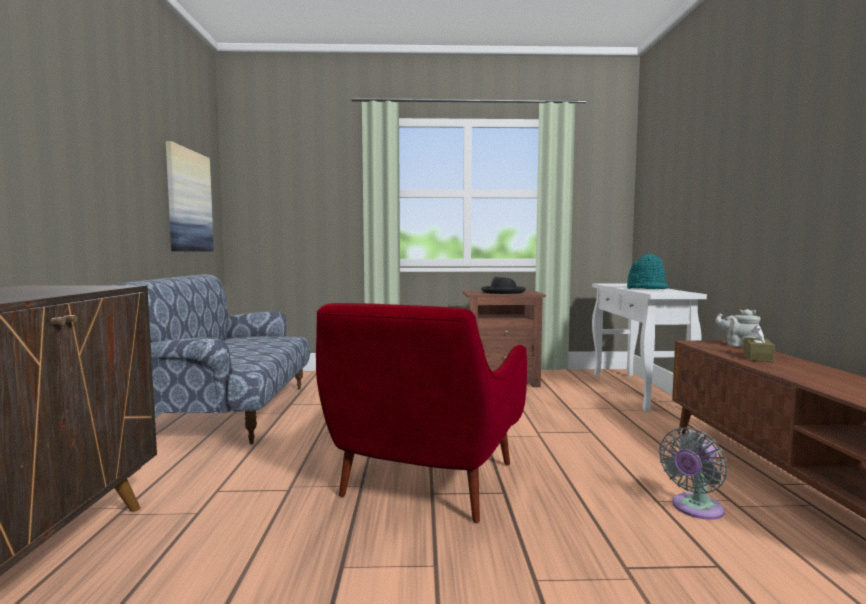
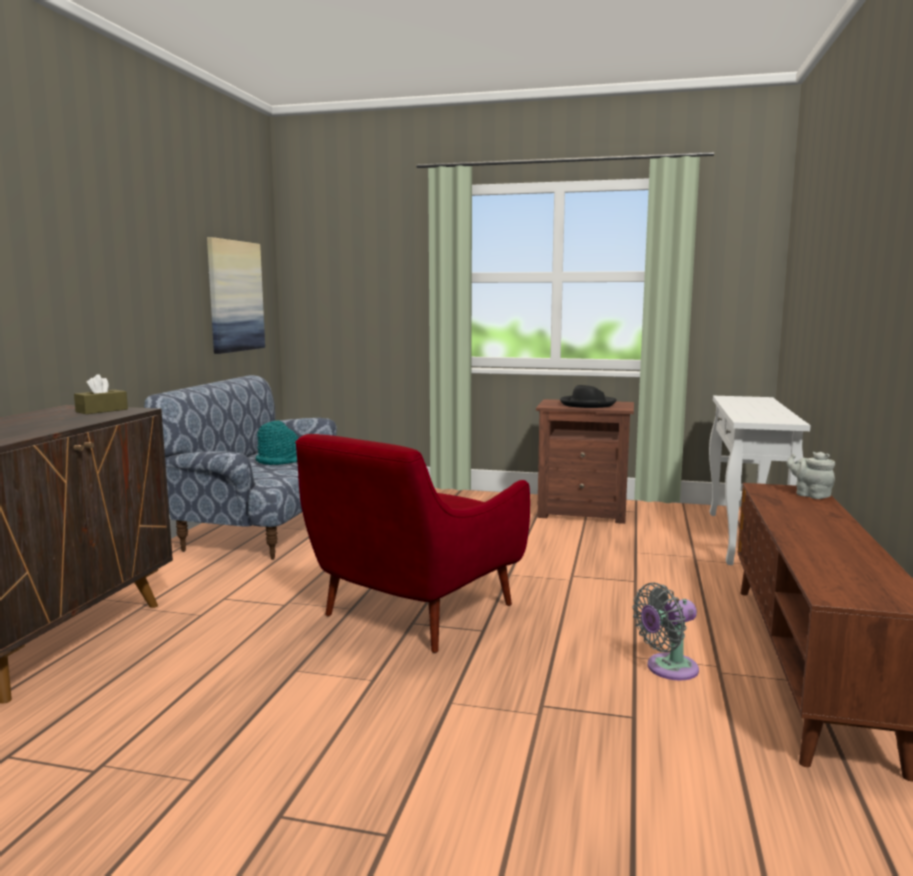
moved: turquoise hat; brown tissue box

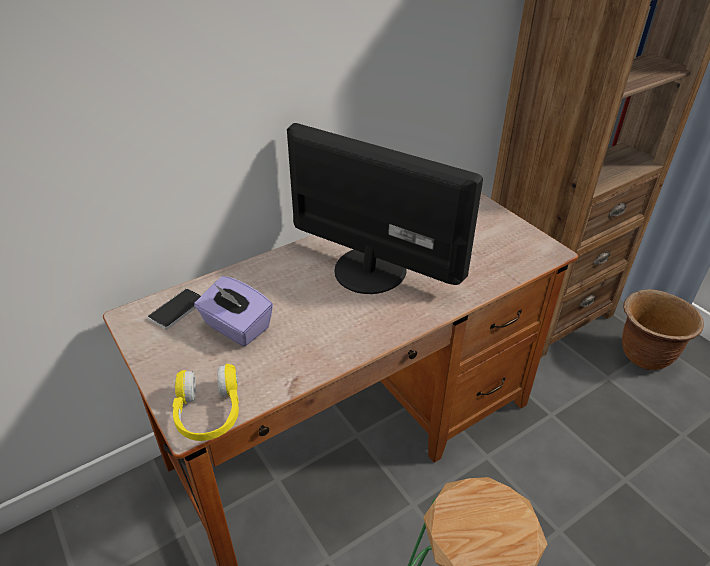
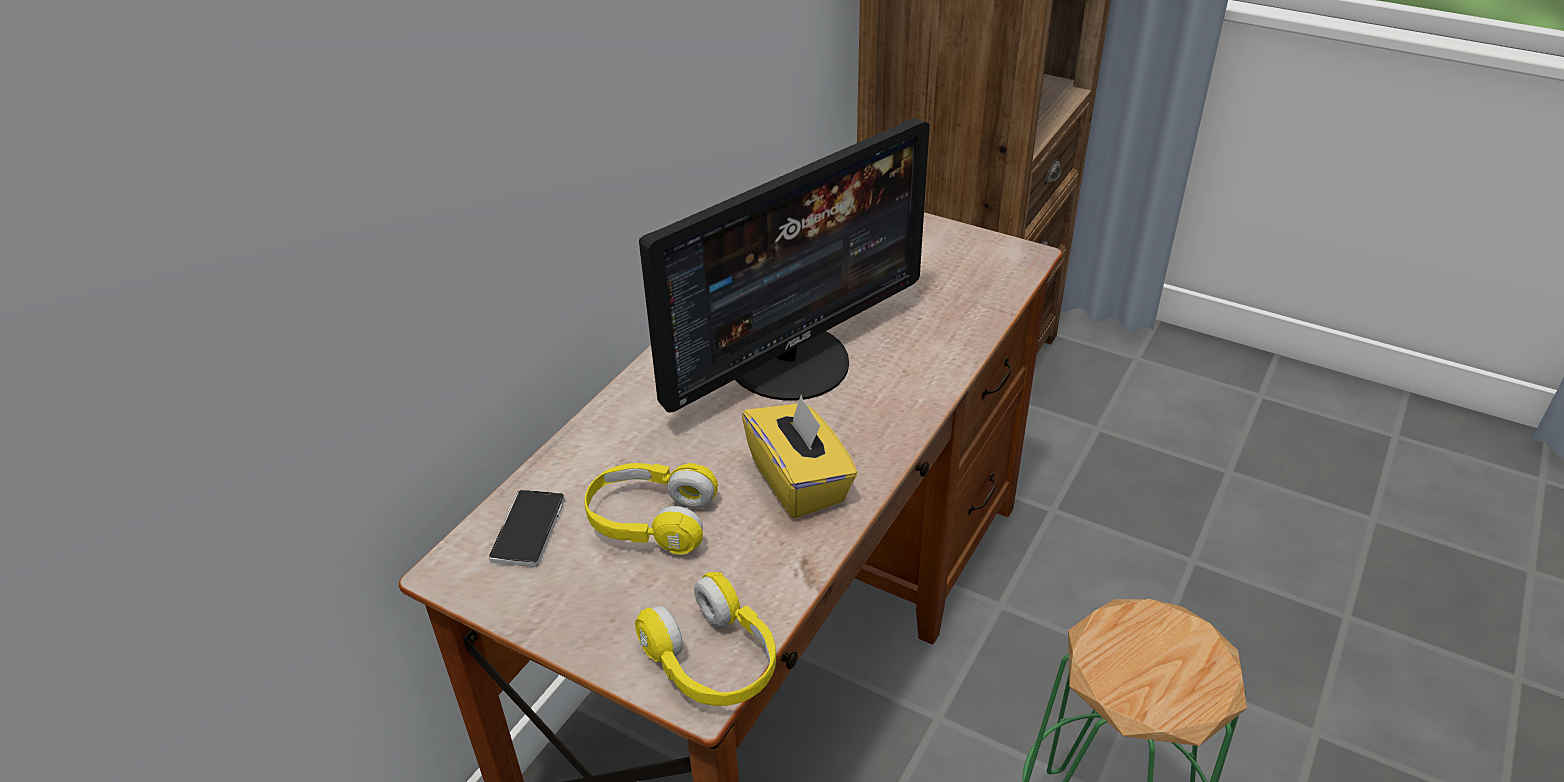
removed: brown planter
added: yellow tissue box
replaced: purple tissue box to yellow headphones (1st from left)
turned: monitor 135 degrees clockwise

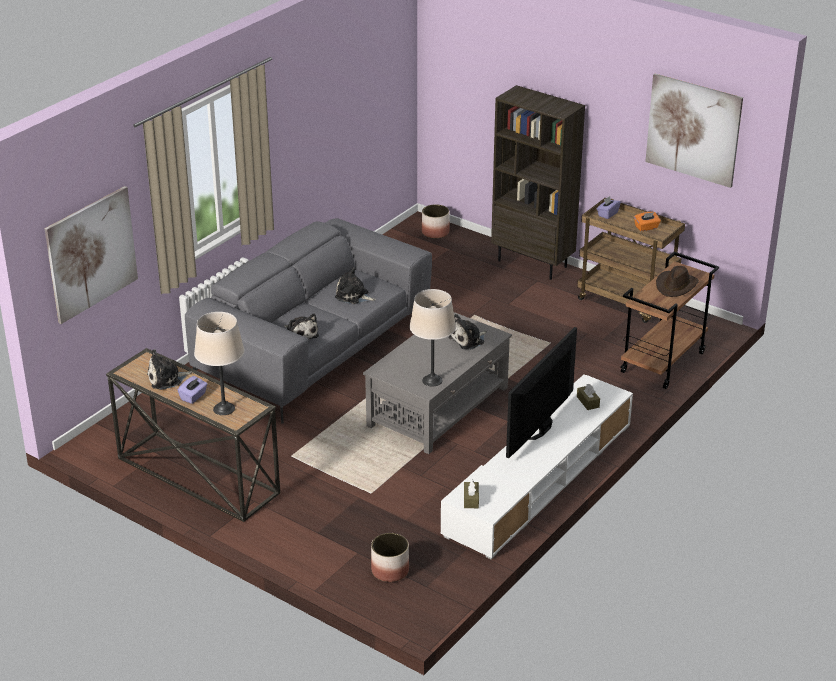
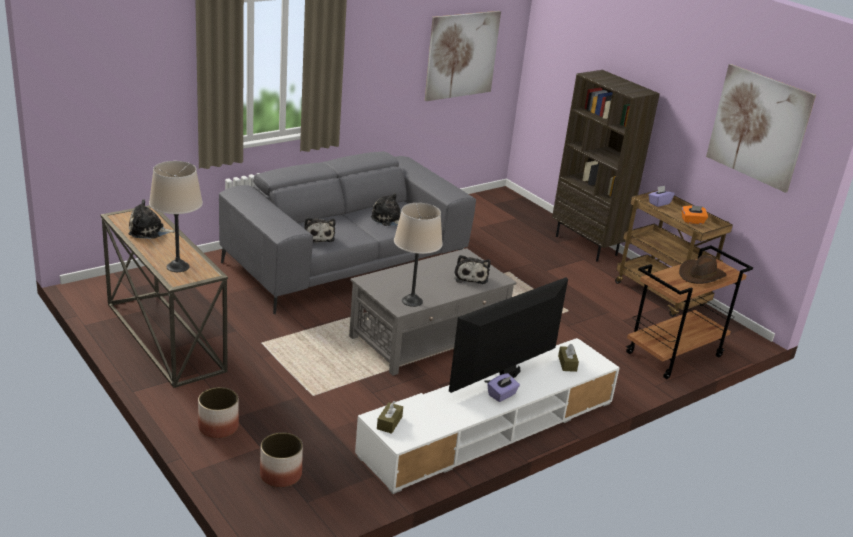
moved: picture (1st from left); purple tissue box (1st from left); planter (2nd from left in the first image) to planter (1st from left)
turned: plush toy (4th from left) 75 degrees counterclockwise

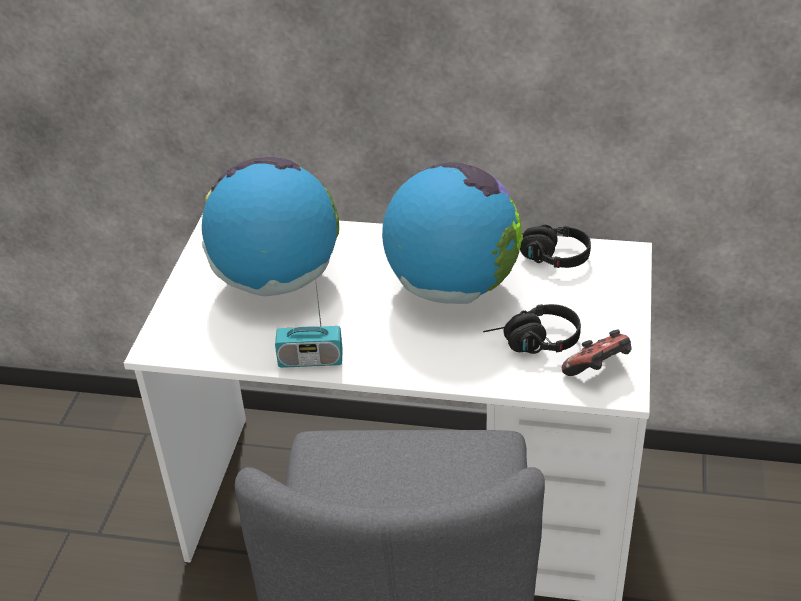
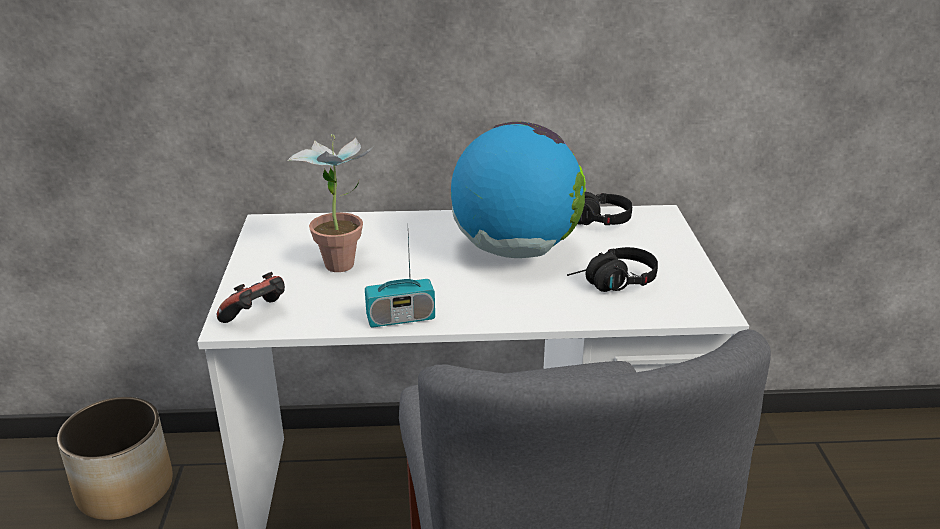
added: planter
moved: game controller
replaced: globe (1st from left) to potted plant

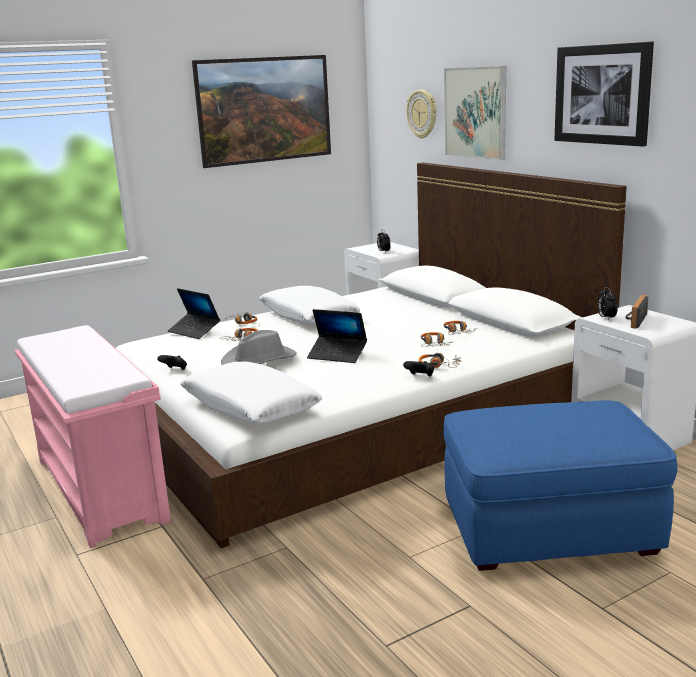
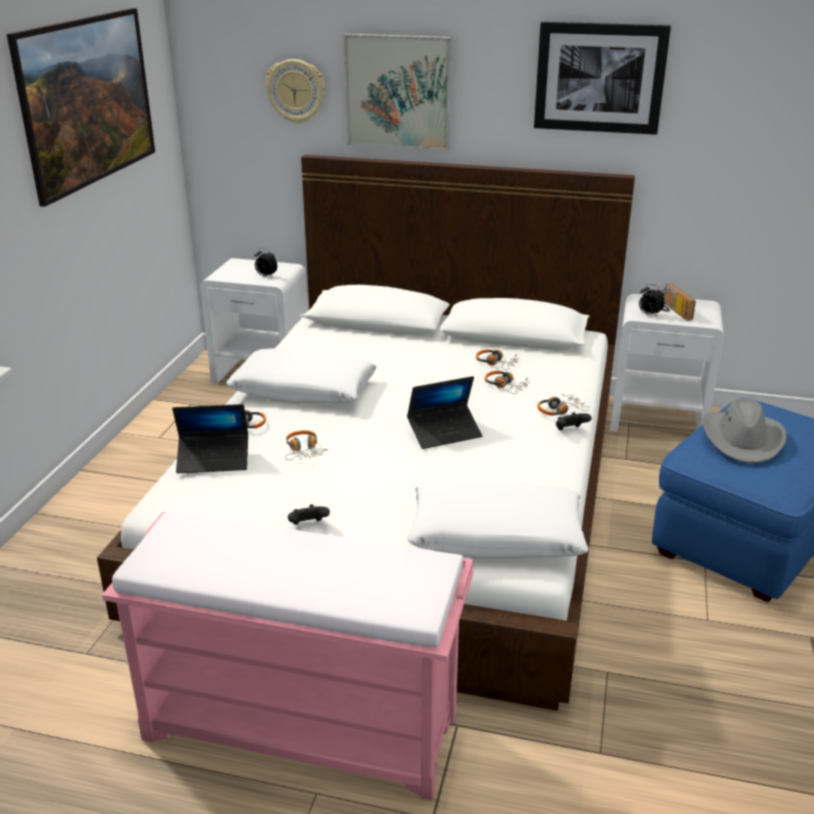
moved: grey hat

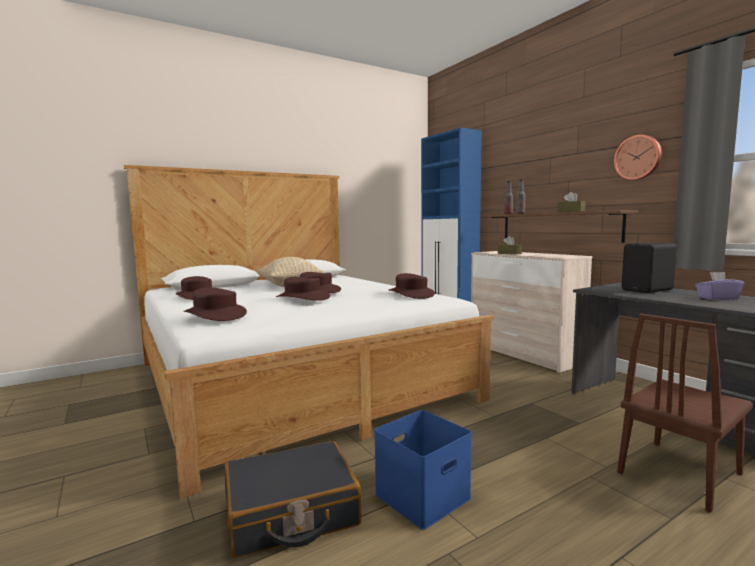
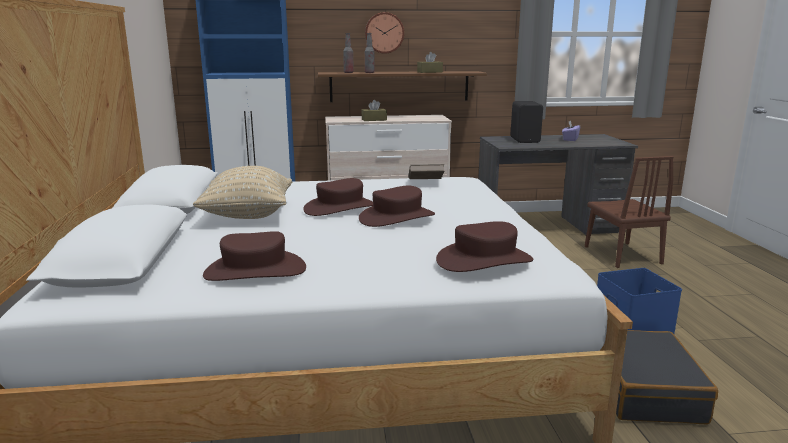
moved: wall clock
replaced: brown hat (5th from left) to brown book

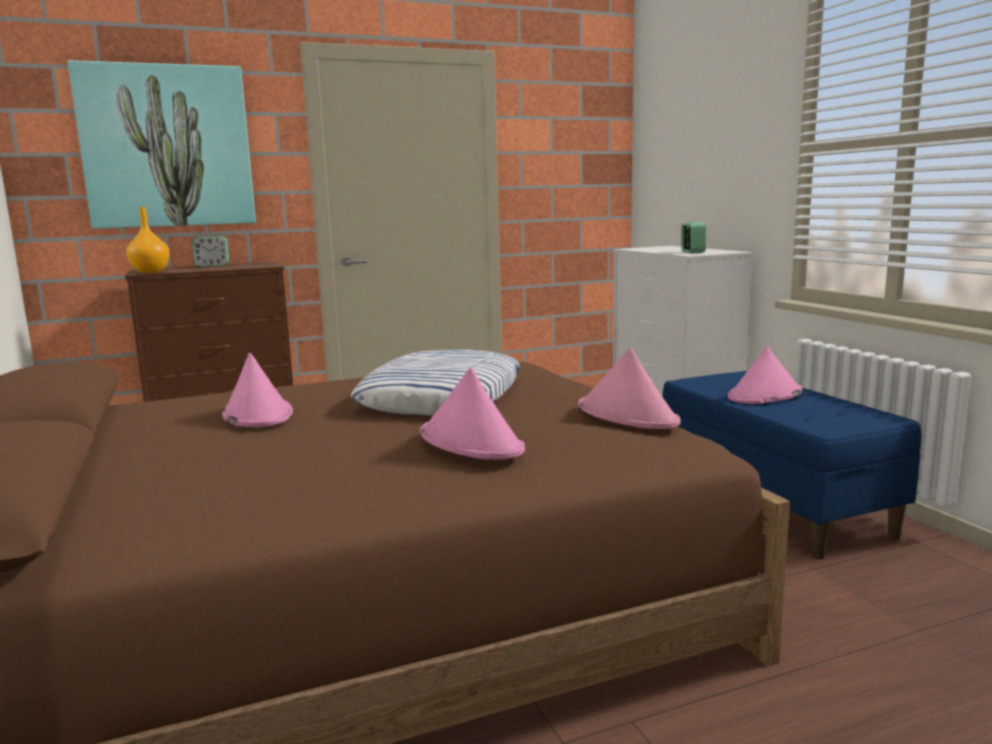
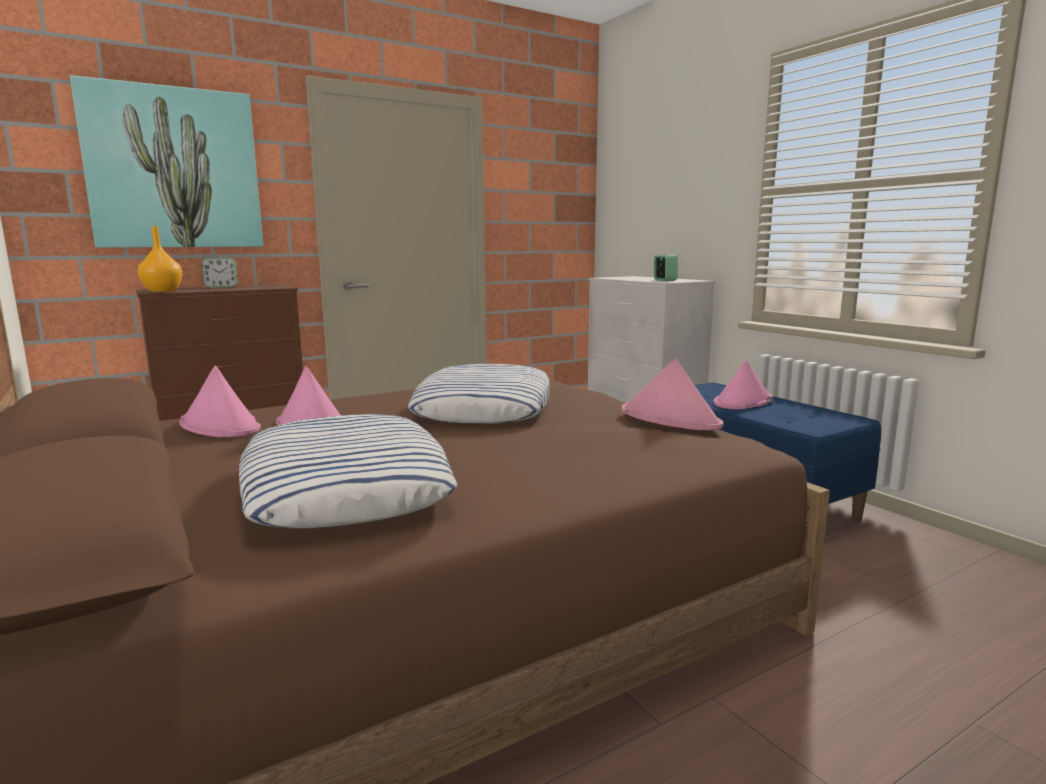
added: pillow (1st from left)
moved: pink hat (2nd from left in the first image) to pink hat (1st from left)

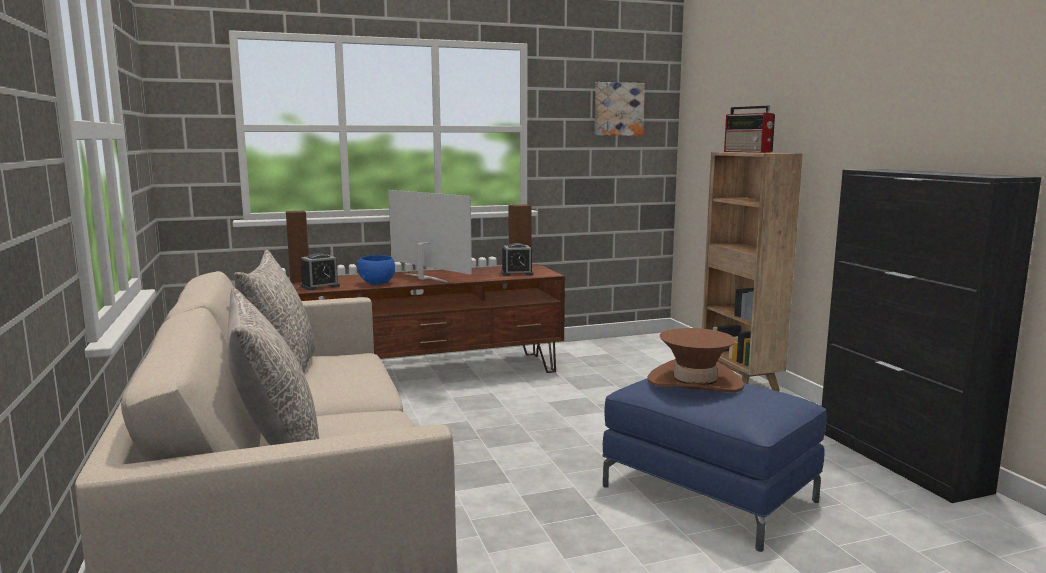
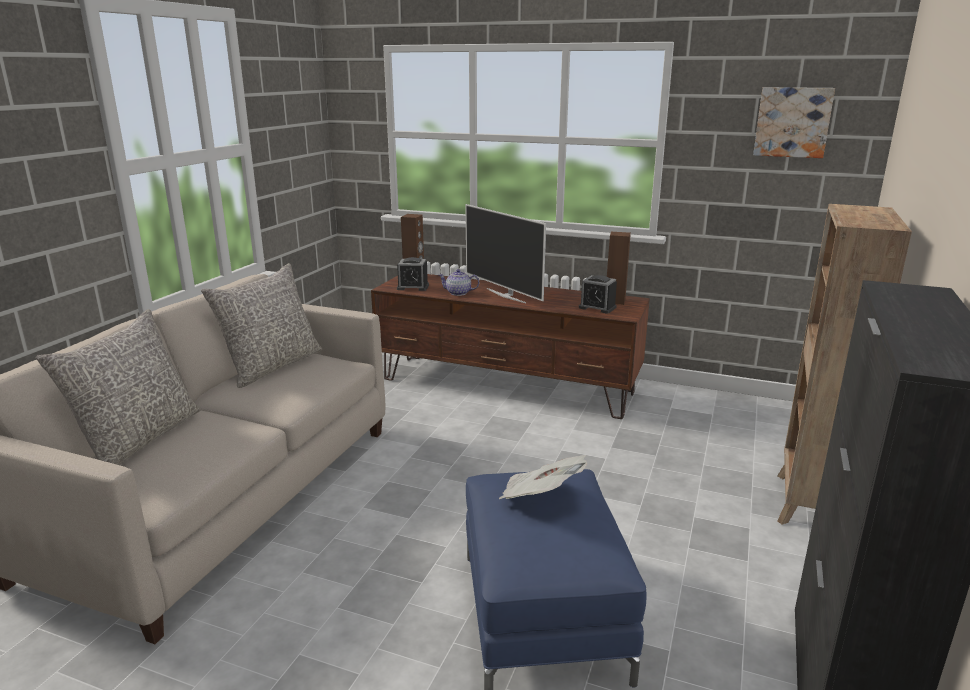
removed: radio
replaced: blue bowl to teapot; brown hat to newspaper
turned: television 150 degrees clockwise

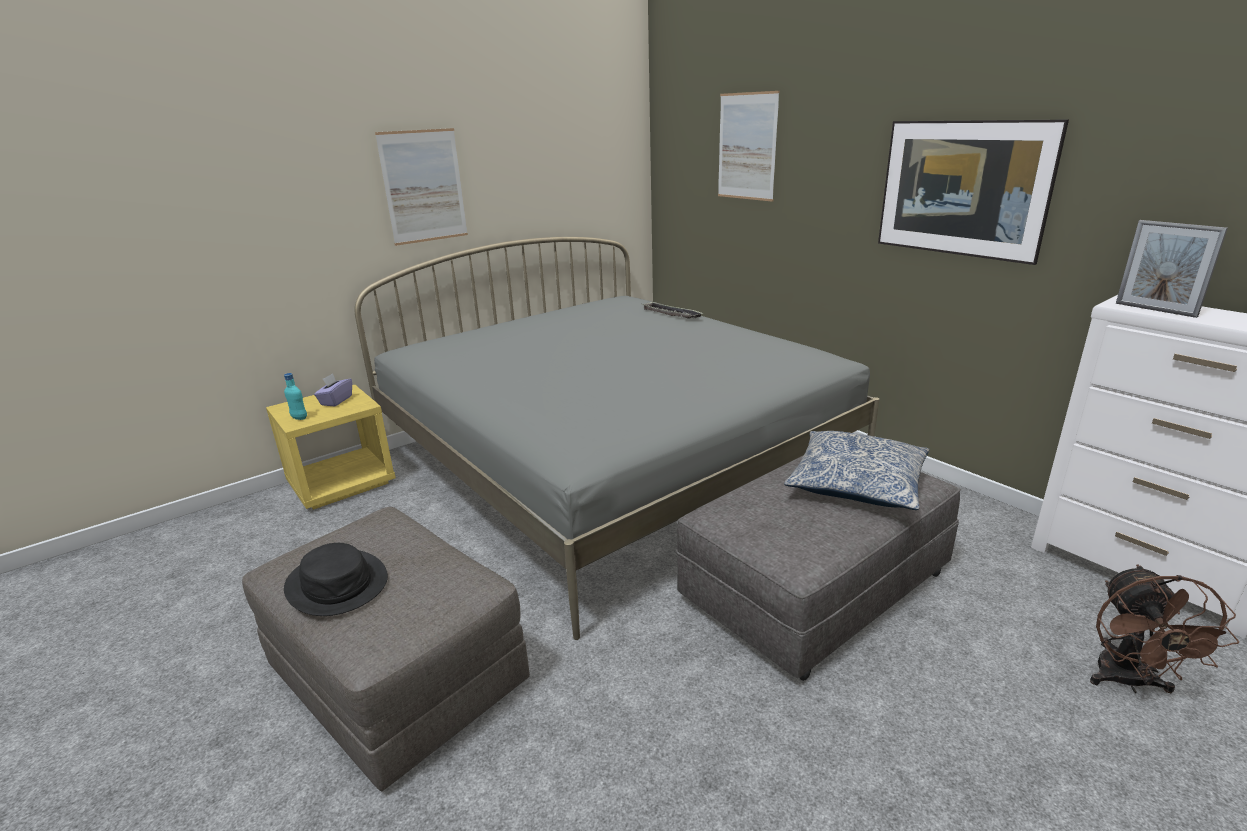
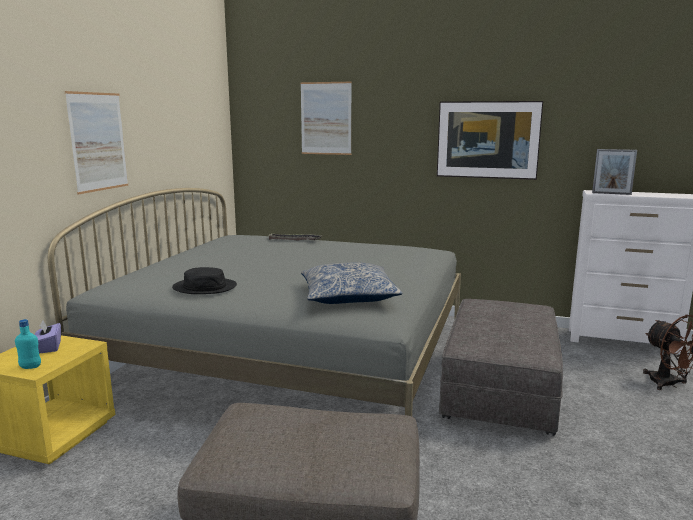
moved: black hat; pillow

